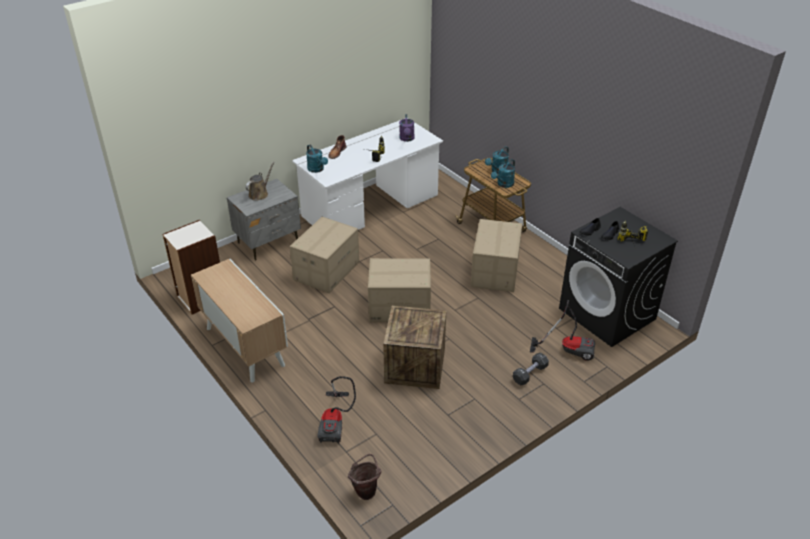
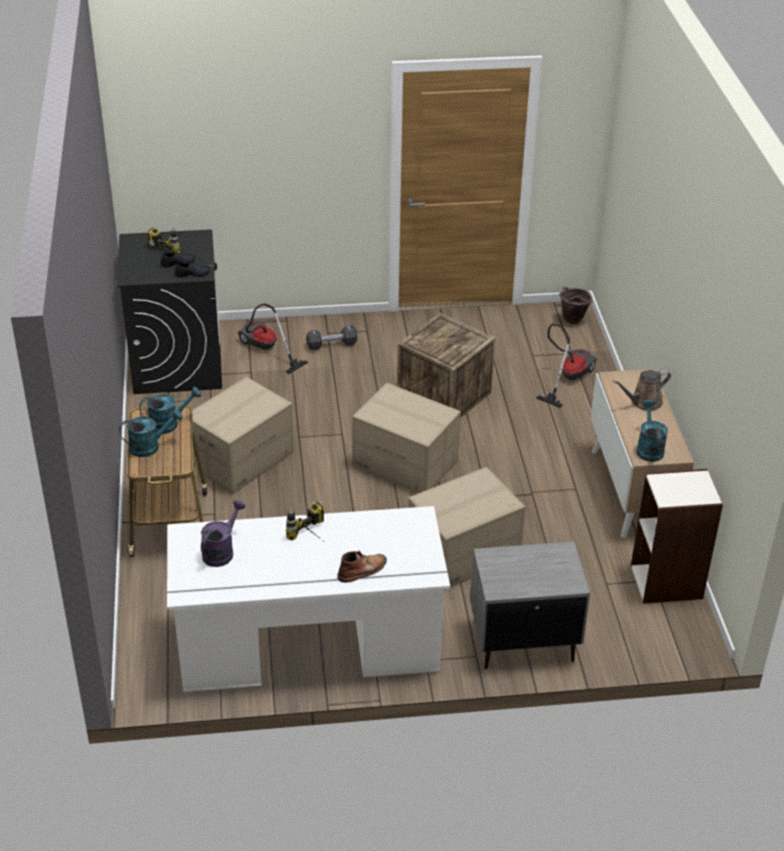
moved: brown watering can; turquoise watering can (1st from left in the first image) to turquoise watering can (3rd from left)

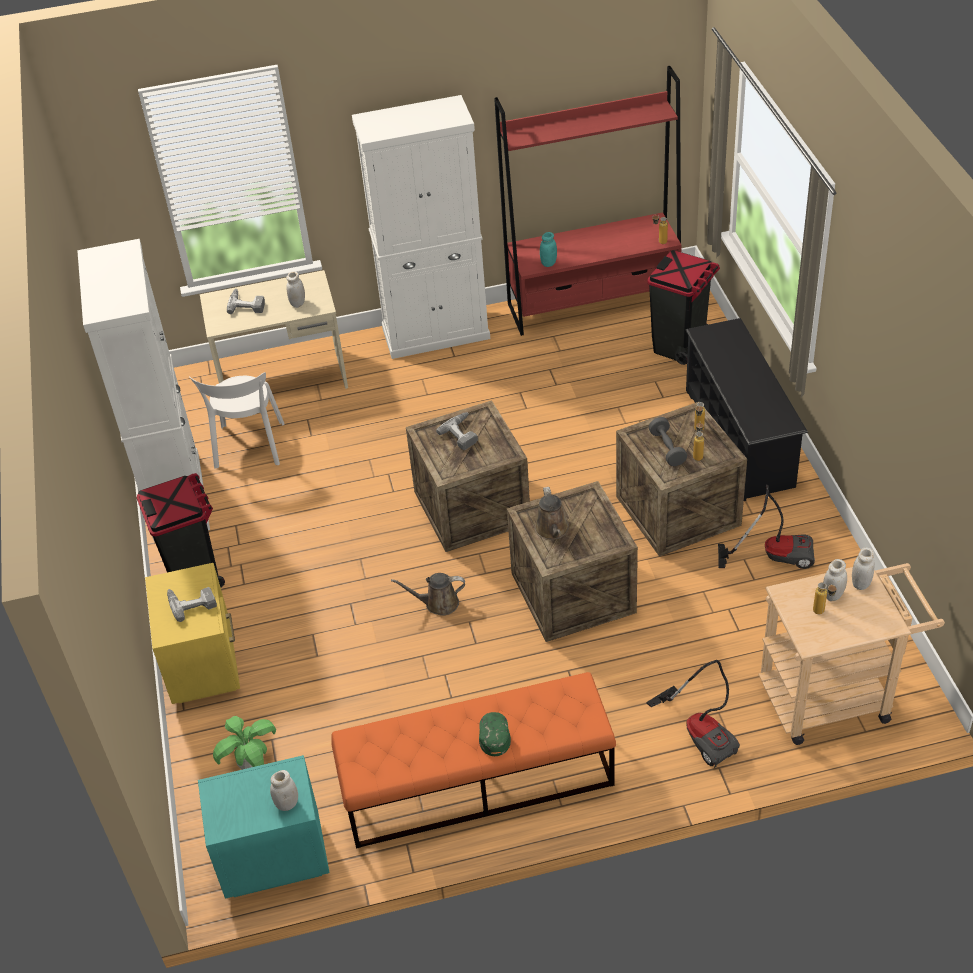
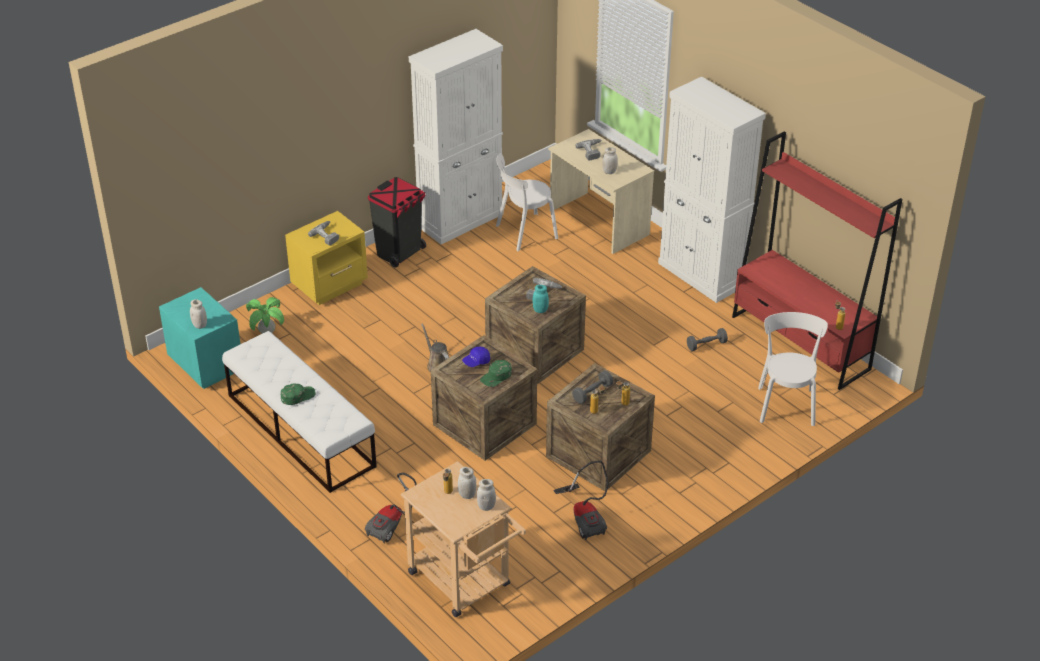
removed: black shoe rack
added: green cap (2nd from left); grey dumbbell (2nd from left)
moved: turquoise jar
replaced: brown watering can (2nd from left) to blue cap; black trash can (2nd from left) to white chair (2nd from left)
recoloured: orange bench to white bench

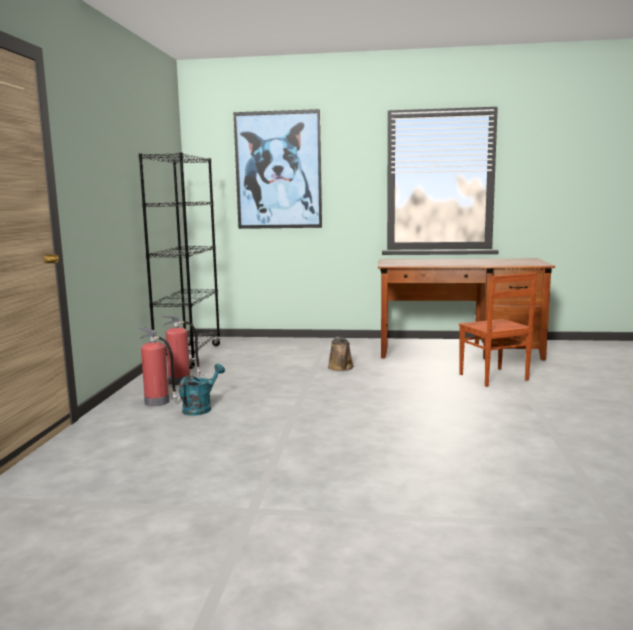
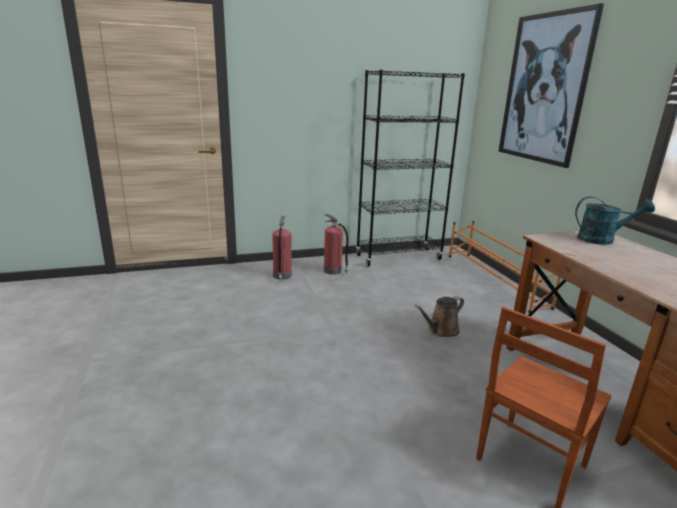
added: orange shoe rack
moved: turquoise watering can

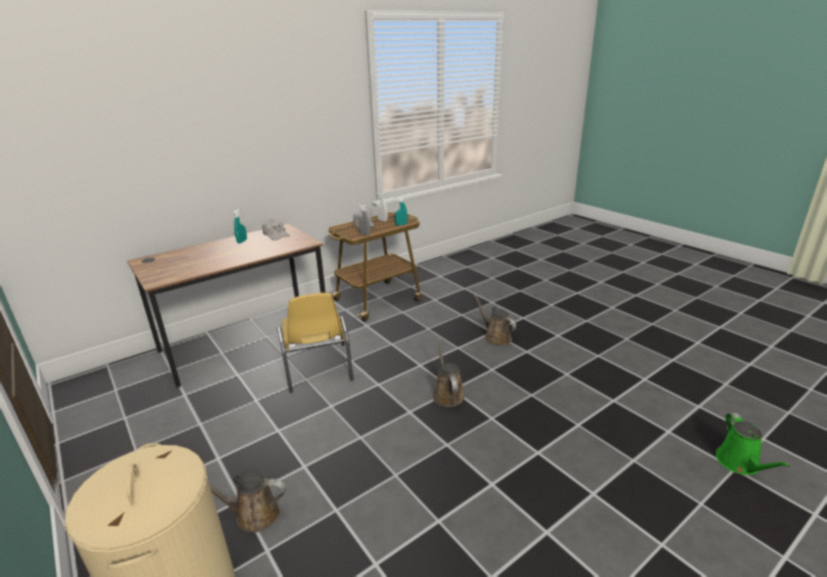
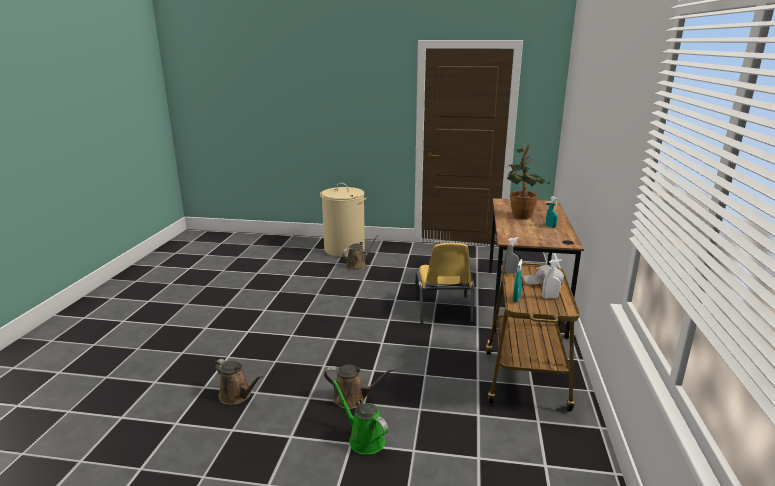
removed: white cap (1st from left)
added: potted plant
moved: brown watering can (2nd from left in the first image) to brown watering can (1st from left); green watering can
turned: yellow chair 120 degrees counterclockwise

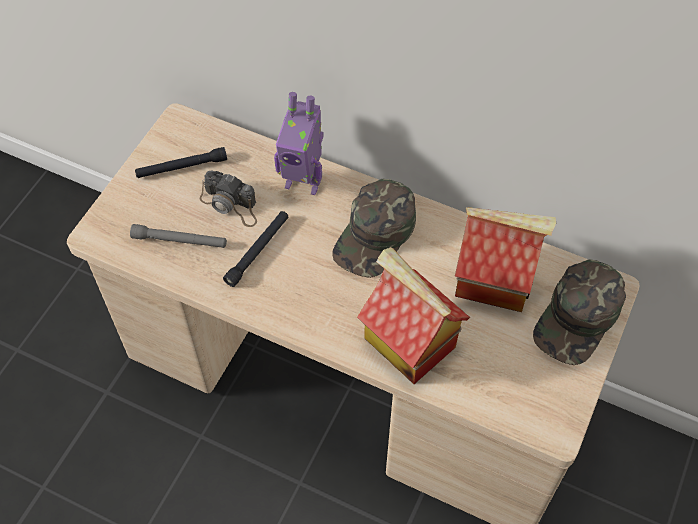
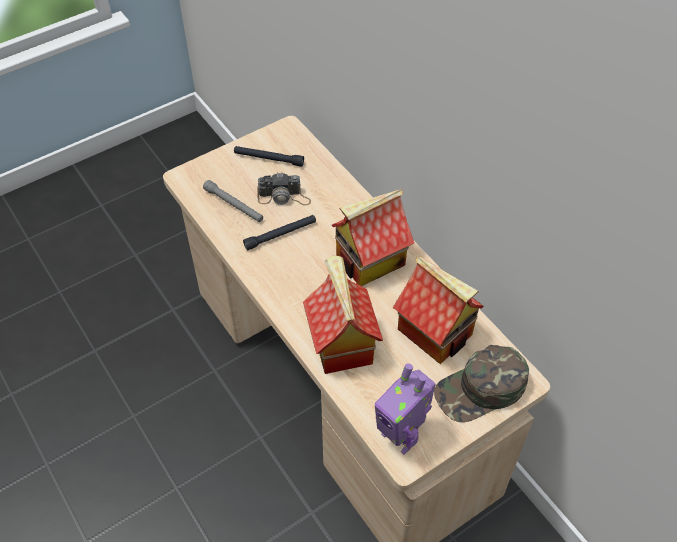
moved: toy robot
replaced: green cap (1st from left) to toy house (2nd from left)
turned: photo camera 60 degrees counterclockwise

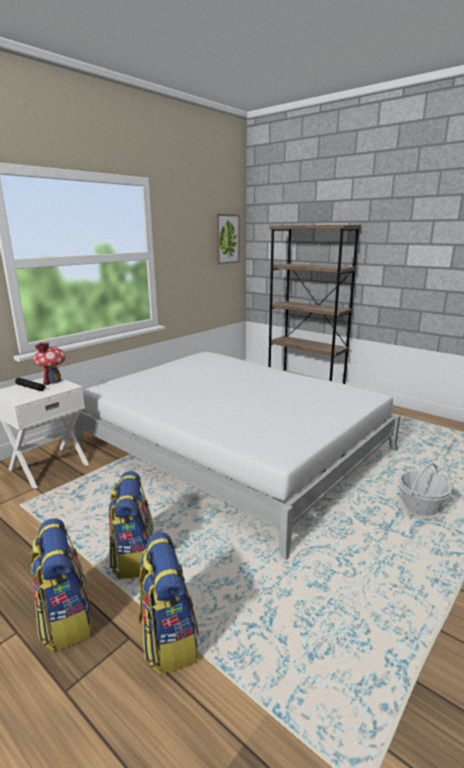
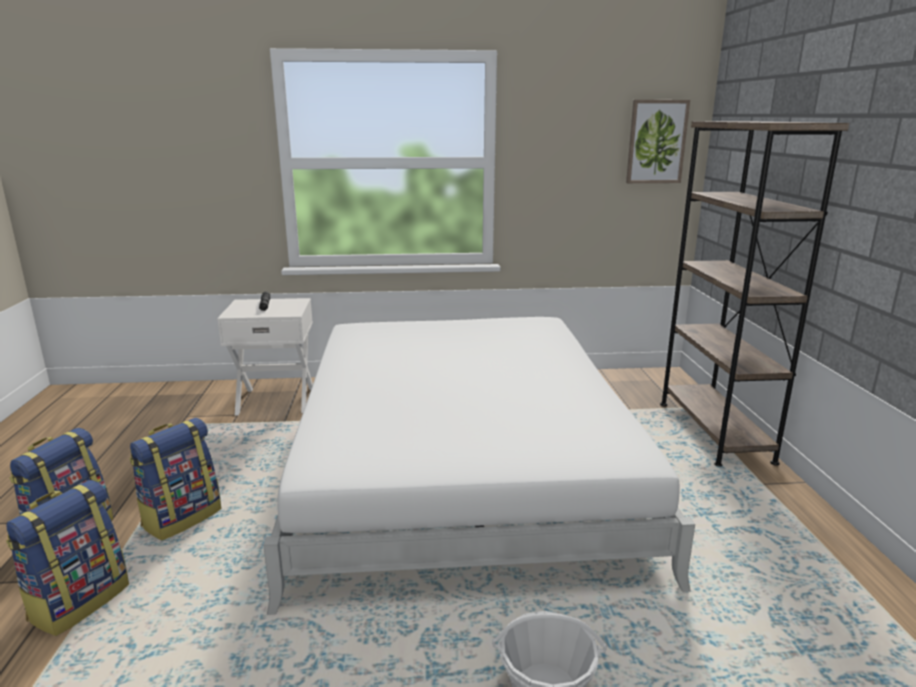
removed: toy house

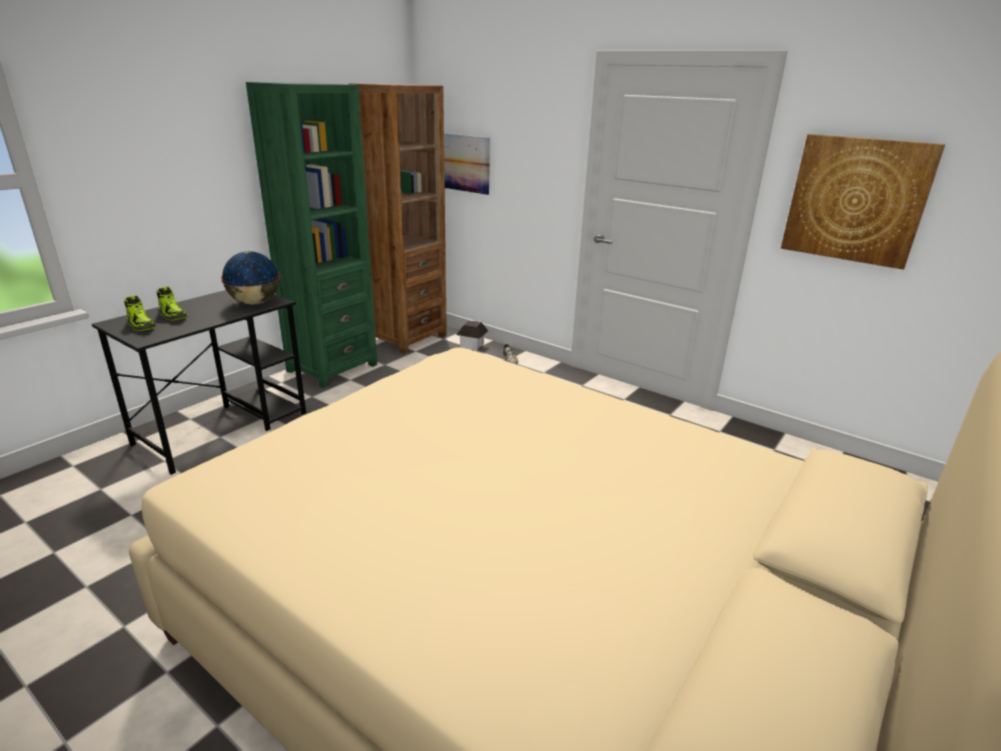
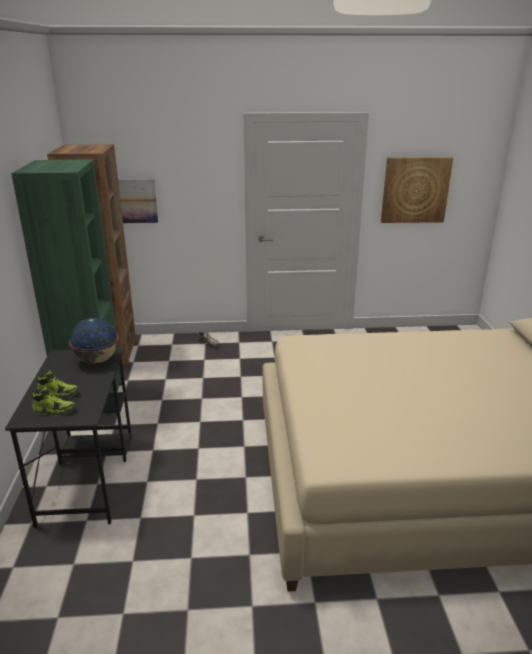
removed: toy house

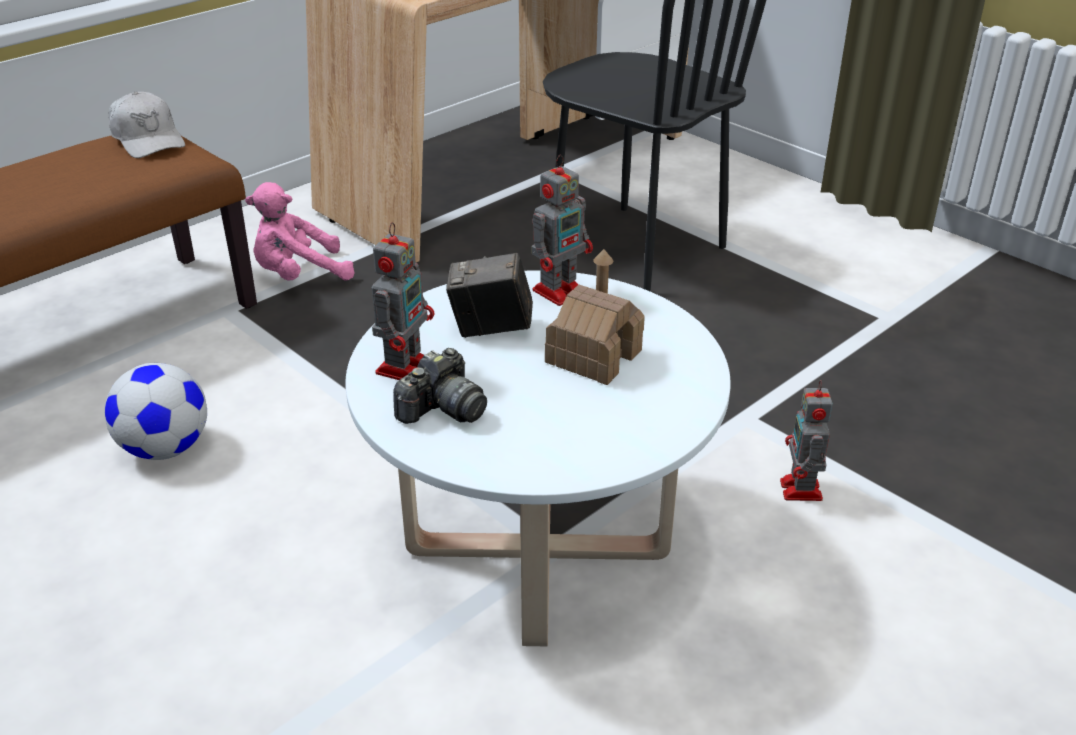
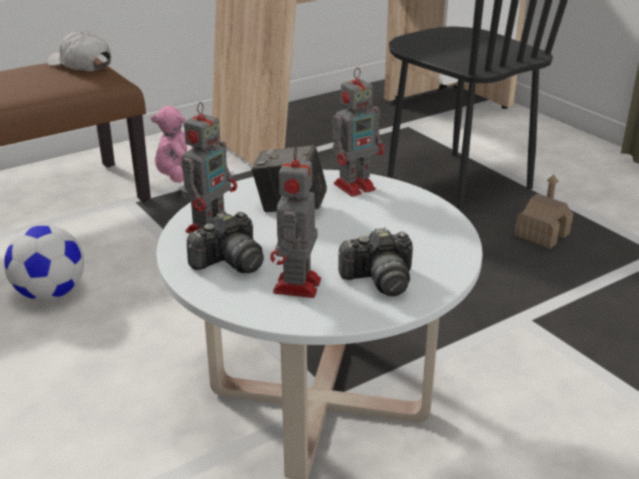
added: photo camera (3rd from left)
moved: toy house; toy robot (3rd from left in the first image) to toy robot (2nd from left)
turned: white cap 150 degrees clockwise

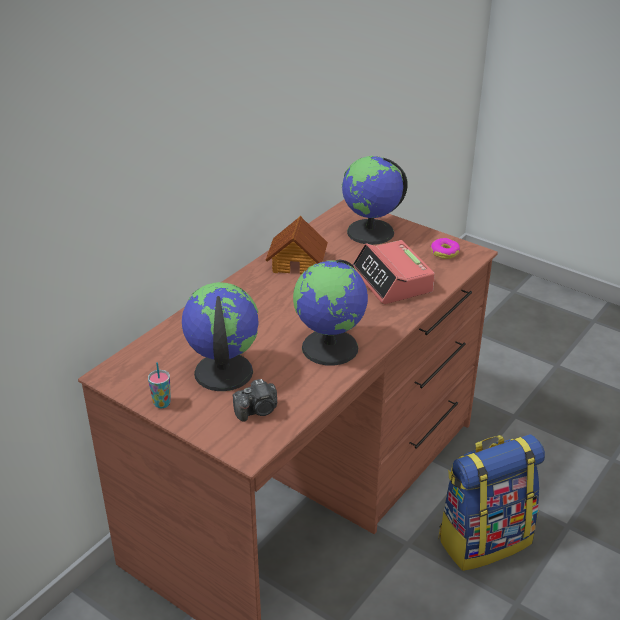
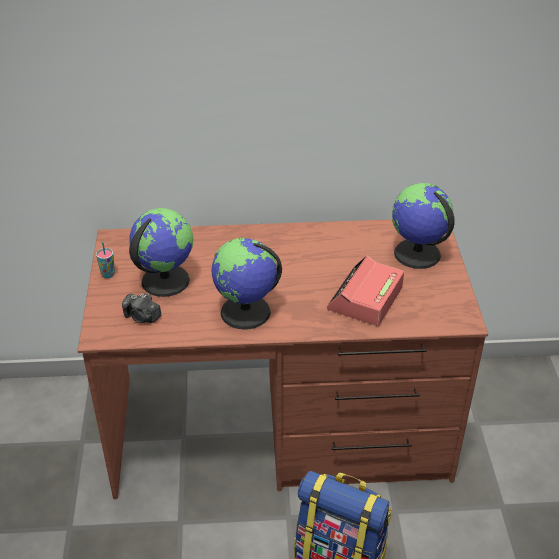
removed: toy house; donut

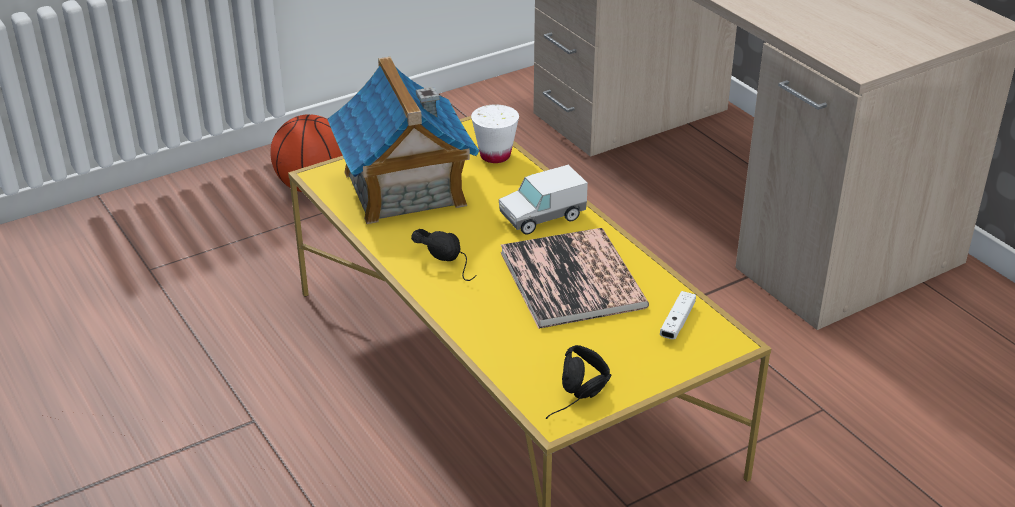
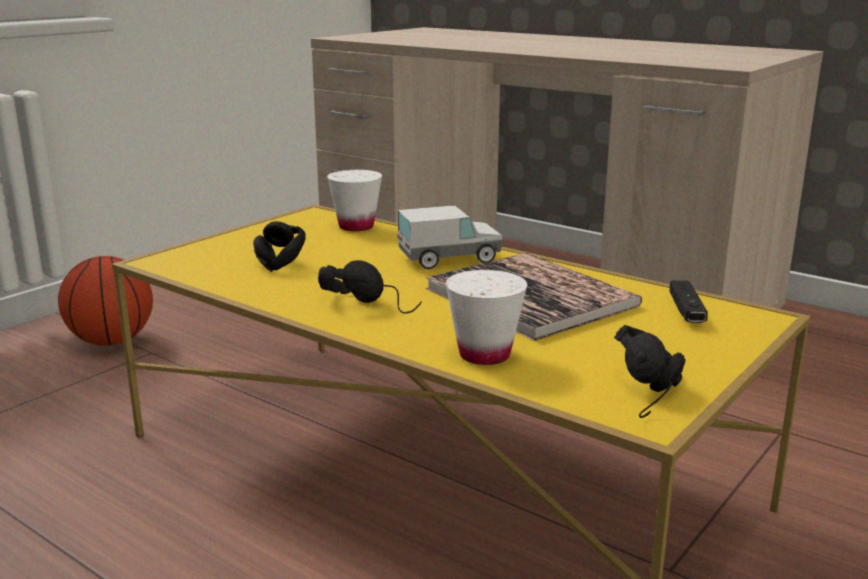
added: white cup (2nd from left)
replaced: toy house to black headphones (1st from left)
recoloured: white game controller to black game controller
turned: toy truck 150 degrees counterclockwise

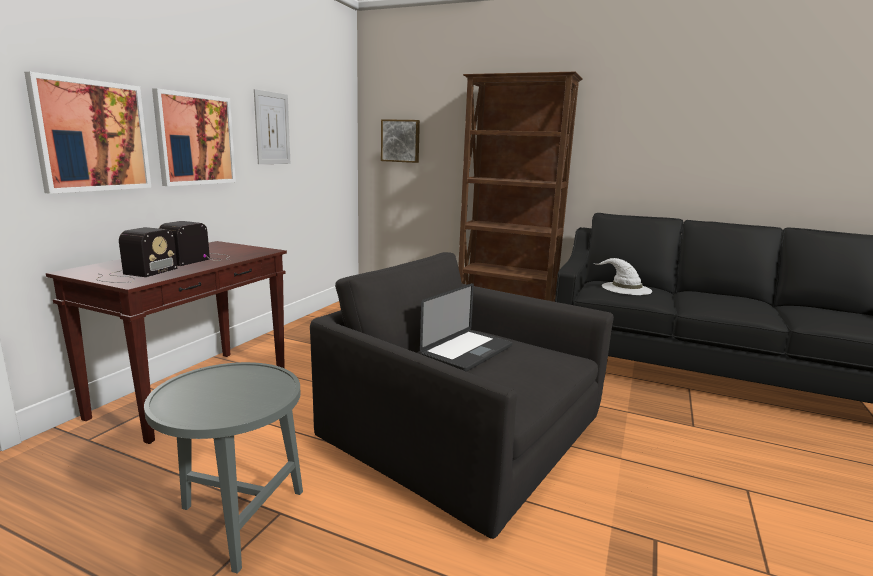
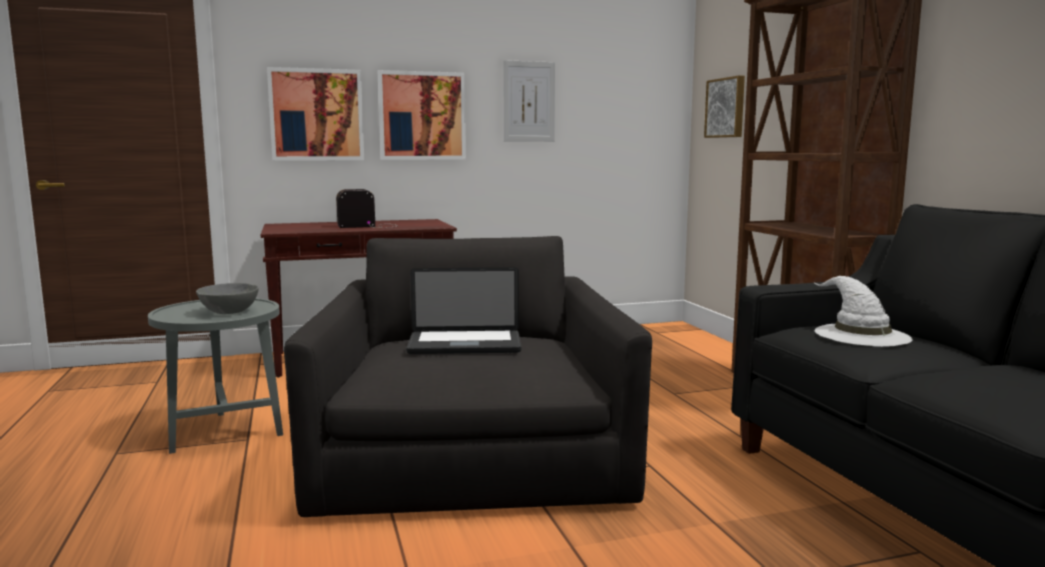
removed: radio (1st from left)
added: grey bowl

